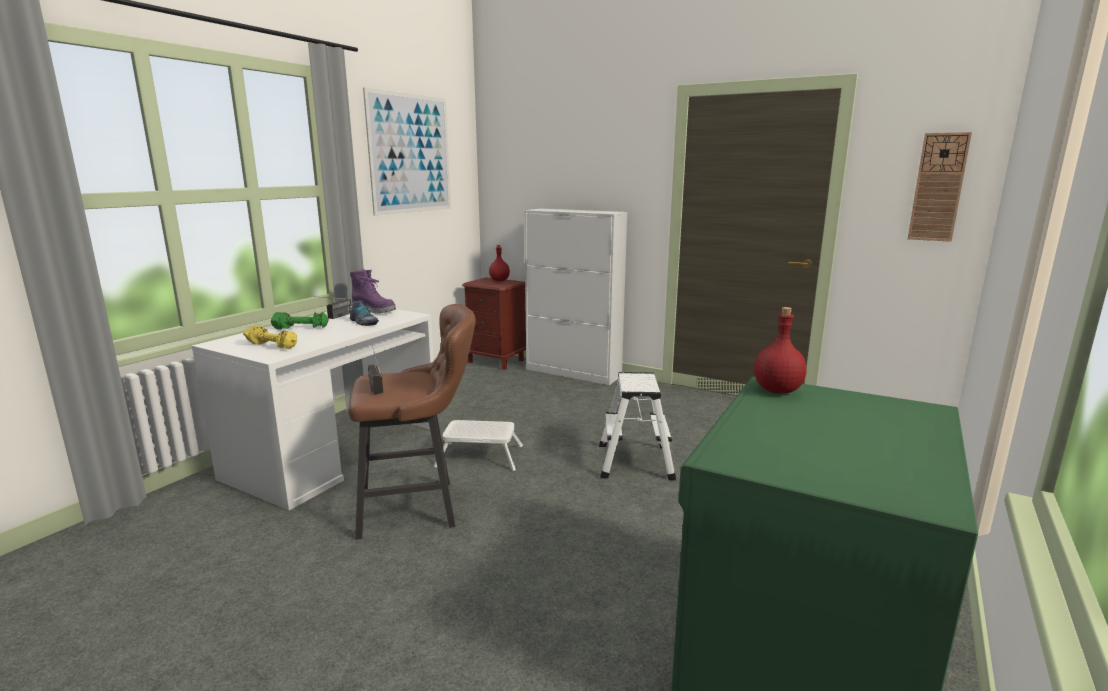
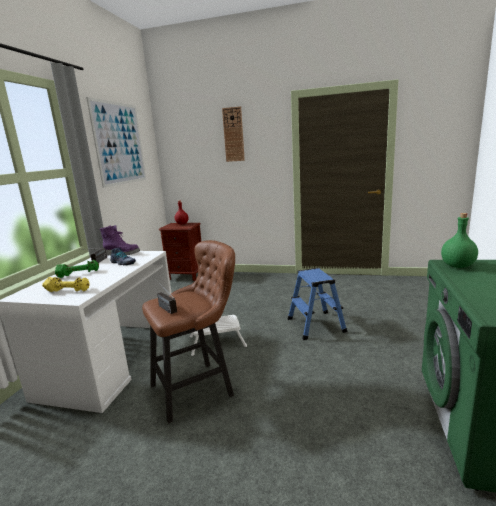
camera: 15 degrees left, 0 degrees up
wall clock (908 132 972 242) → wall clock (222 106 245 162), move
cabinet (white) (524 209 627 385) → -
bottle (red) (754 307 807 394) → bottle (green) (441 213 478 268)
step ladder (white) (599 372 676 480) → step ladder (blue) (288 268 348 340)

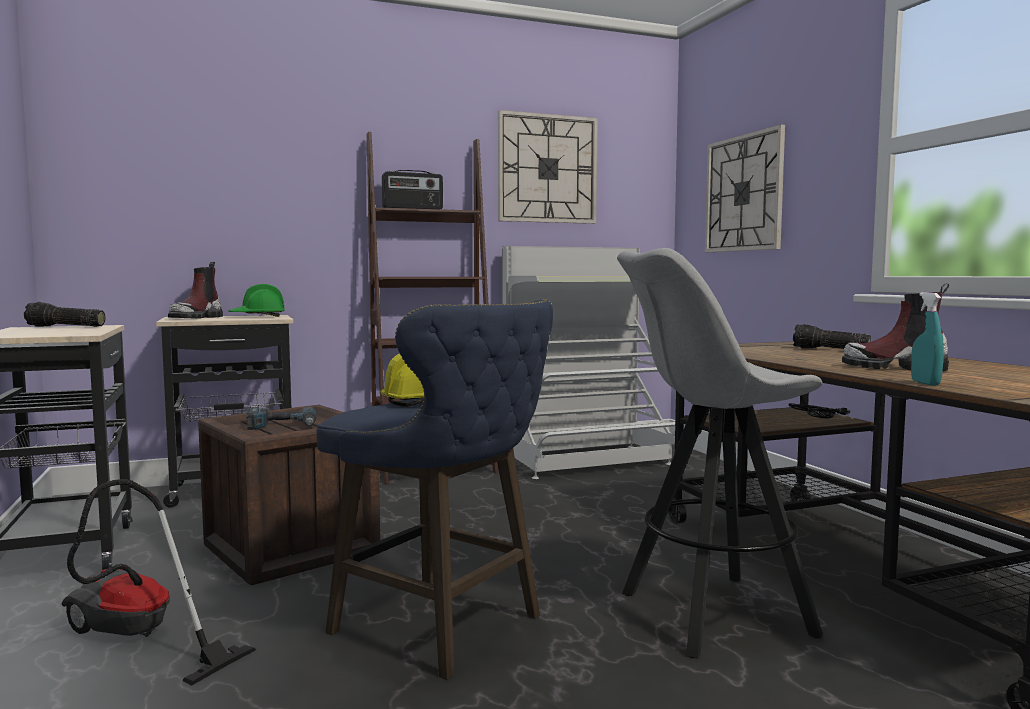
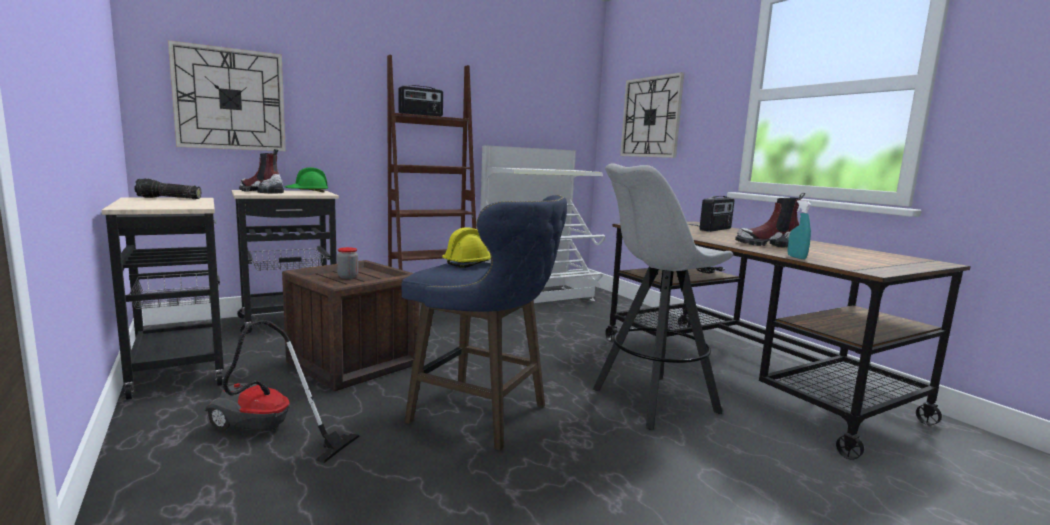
camera: 10 degrees left, 5 degrees up
wall clock (498 110 598 224) → wall clock (168 40 286 151), move
boot (168 262 223 319) → boot (239 149 284 194), 105 degrees clockwise
flashlight (793 324 871 349) → radio (700 196 734 232)
power drill (246 406 317 430) → jar (337 247 358 279)

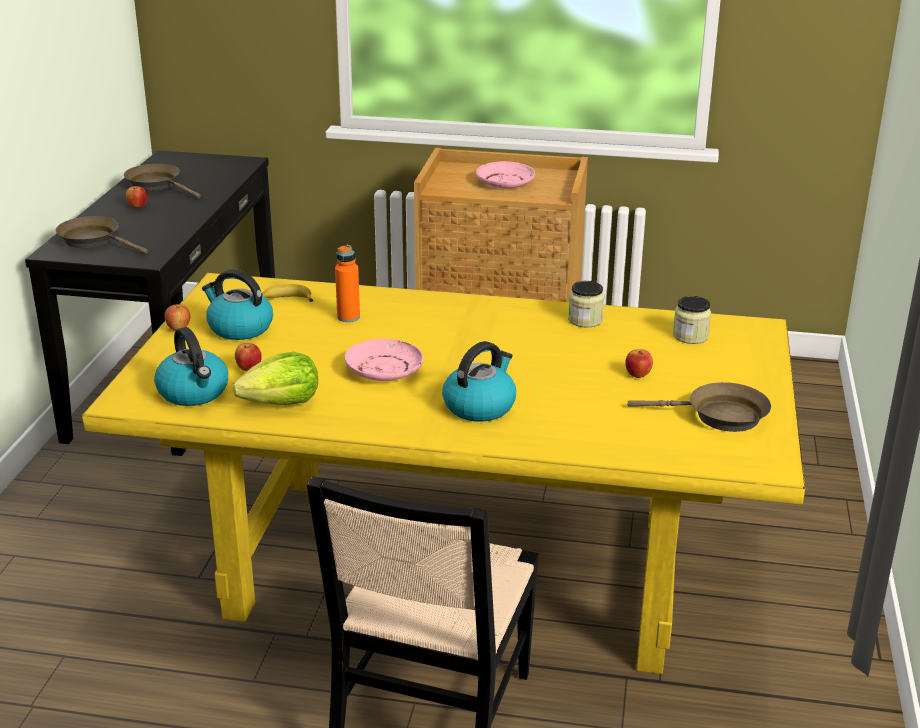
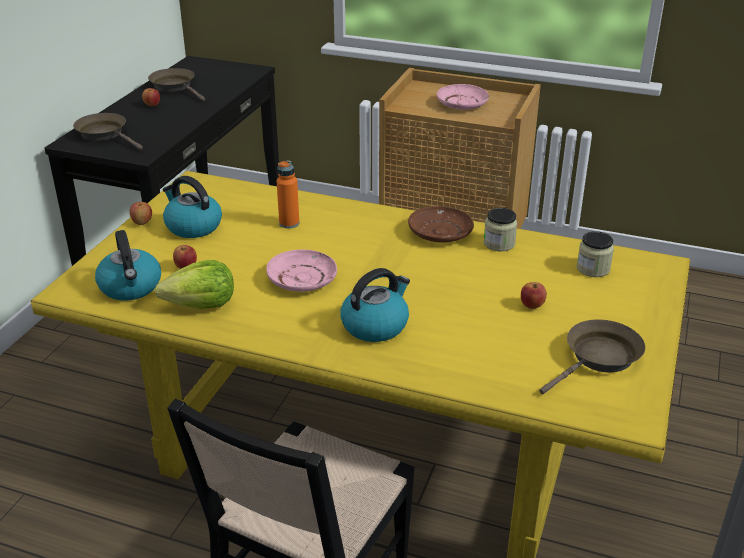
camera: 10 degrees right, 5 degrees up
banana (262 284 313 302) → -
frying pan (brown) (628 382 771 432) → frying pan (brown) (539 319 645 394), 60 degrees counterclockwise
- → plate (brown) (408 206 474 243)

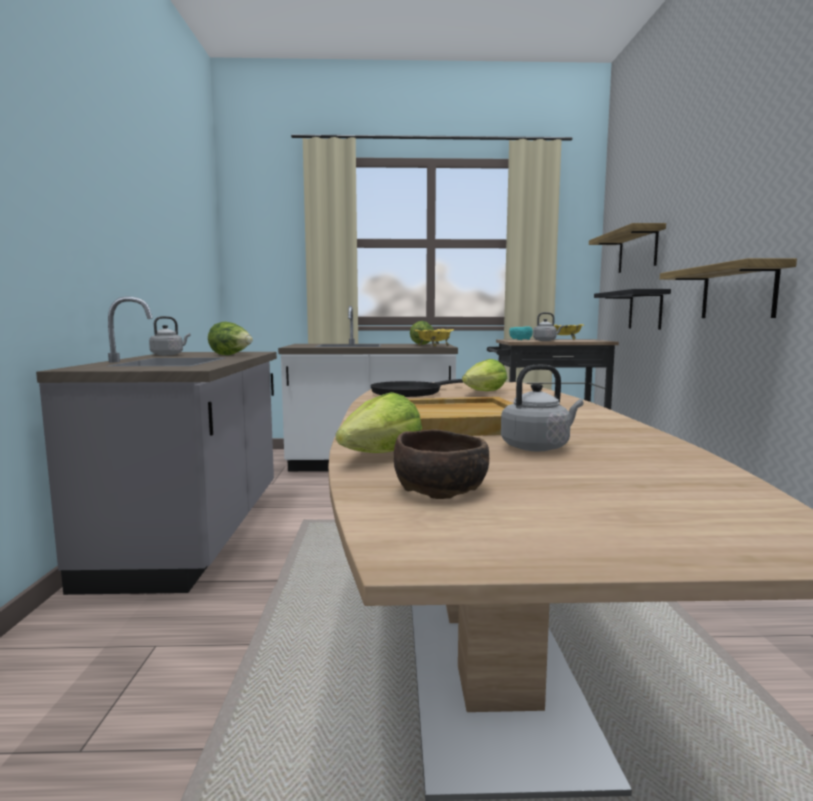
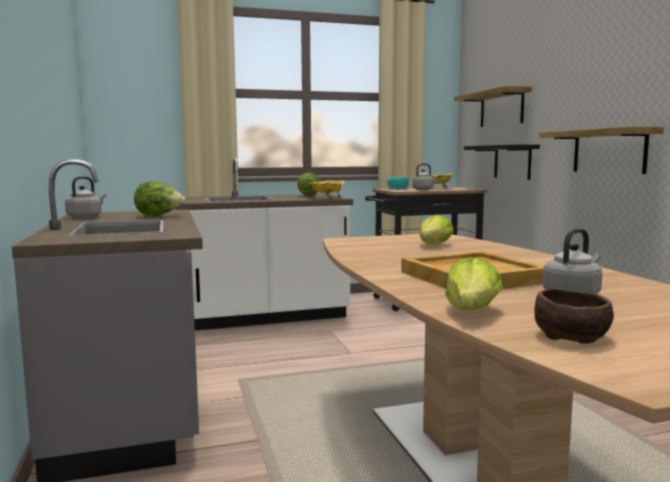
camera: 15 degrees left, 0 degrees up
frying pan (black) (370 379 463 397) → -

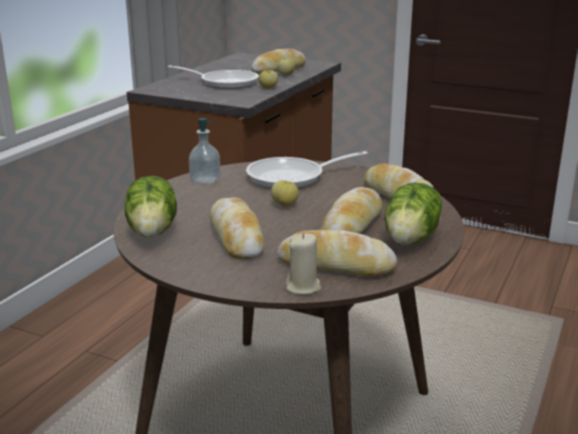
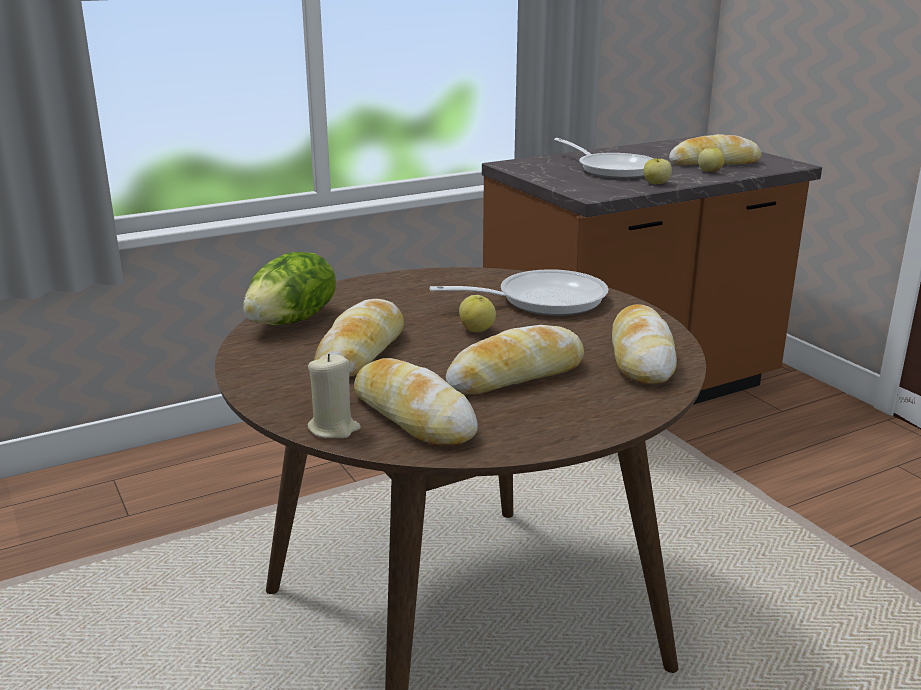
camera: 35 degrees right, 0 degrees up
soap dispenser (189 118 221 184) → -
frying pan (246 151 368 189) → frying pan (429 269 608 316), 150 degrees clockwise
lettuce (385 183 442 245) → -

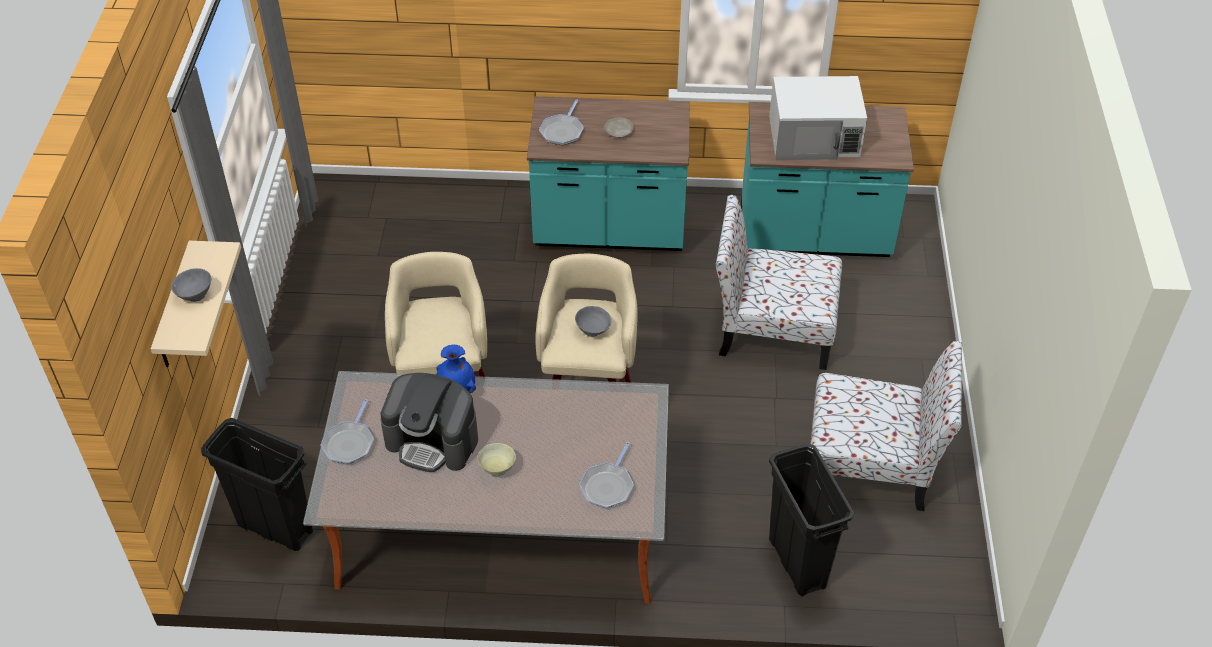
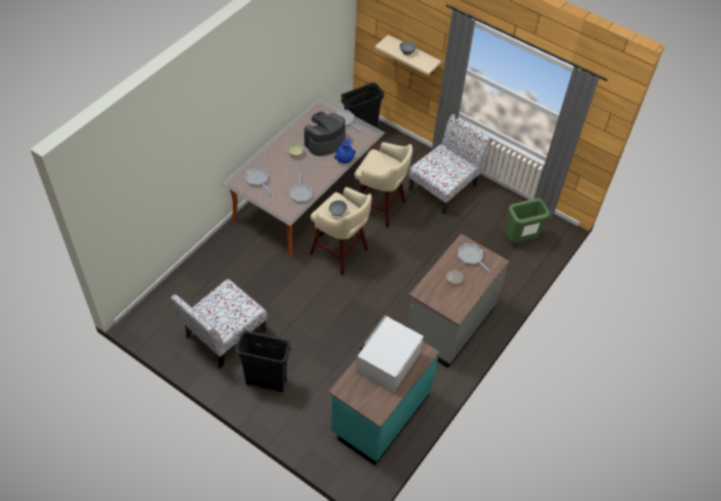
camera: 120 degrees right, 5 degrees up
counter (turquoise) (527 96 690 251) → counter (grey) (408 234 509 368)
chair (716 195 842 370) → chair (409 114 491 215), move
trash can (black) (769 444 854 596) → trash can (black) (235 330 291 392), move
- → frying pan (289 173 313 202)
- → trash can (green) (506 198 550 243)

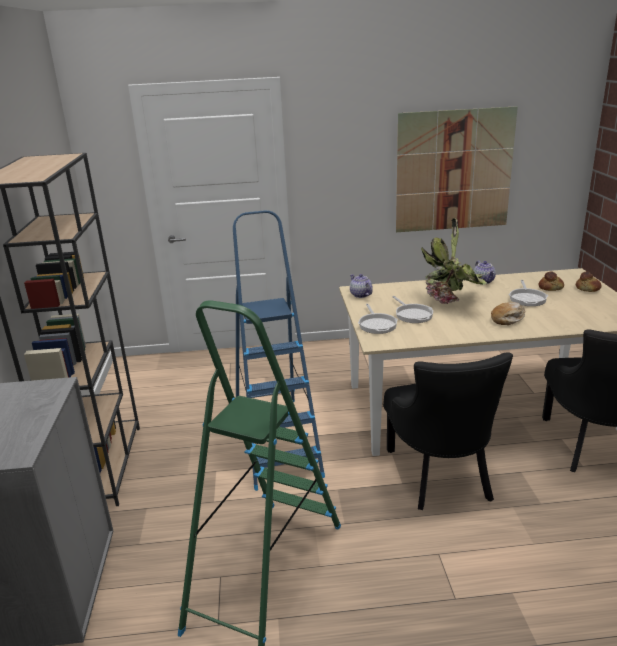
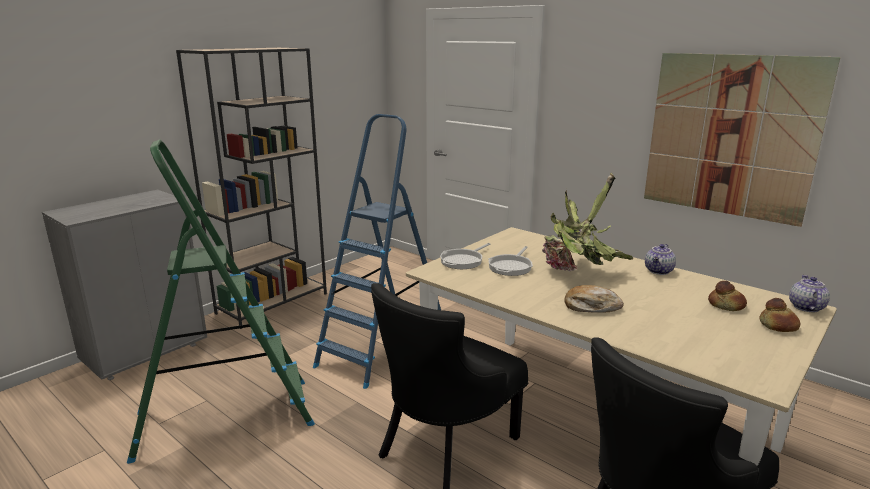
camera: 45 degrees right, 5 degrees down
teapot (350 274 373 298) → teapot (789 275 830 312), move
frying pan (509 280 548 306) → -

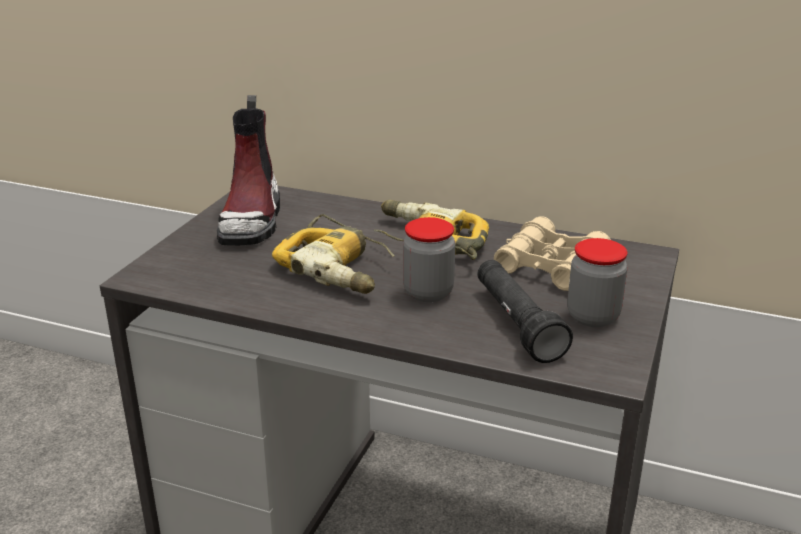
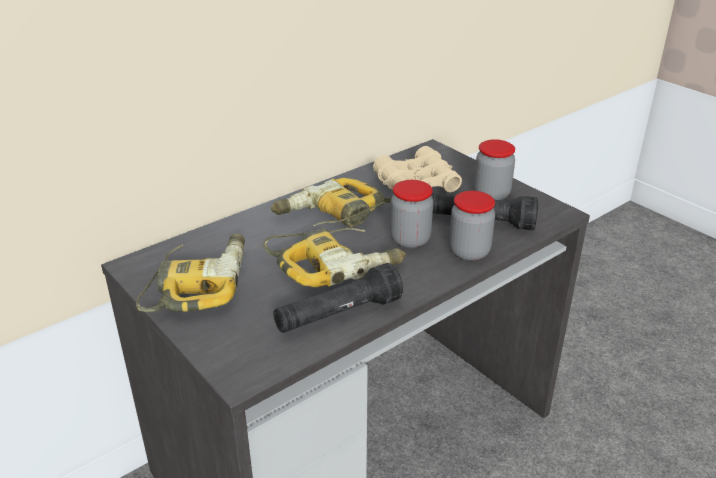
camera: 60 degrees left, 5 degrees up
boot (217 95 280 246) → power drill (136 233 245 312)
- → jar (449 191 495 261)
- → flashlight (black) (273 263 403 333)

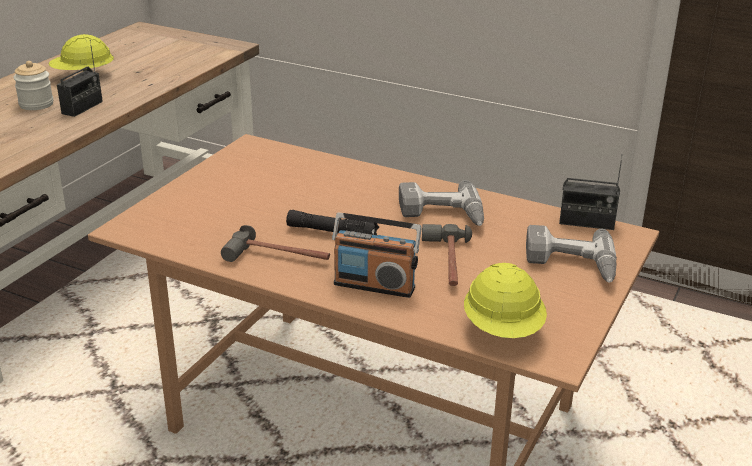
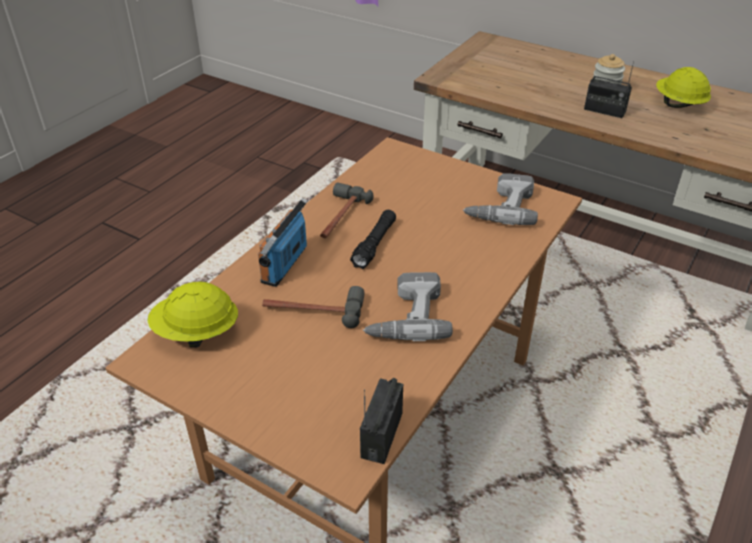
camera: 95 degrees right, 10 degrees up
power drill (526 225 617 283) → power drill (463 173 538 225), move

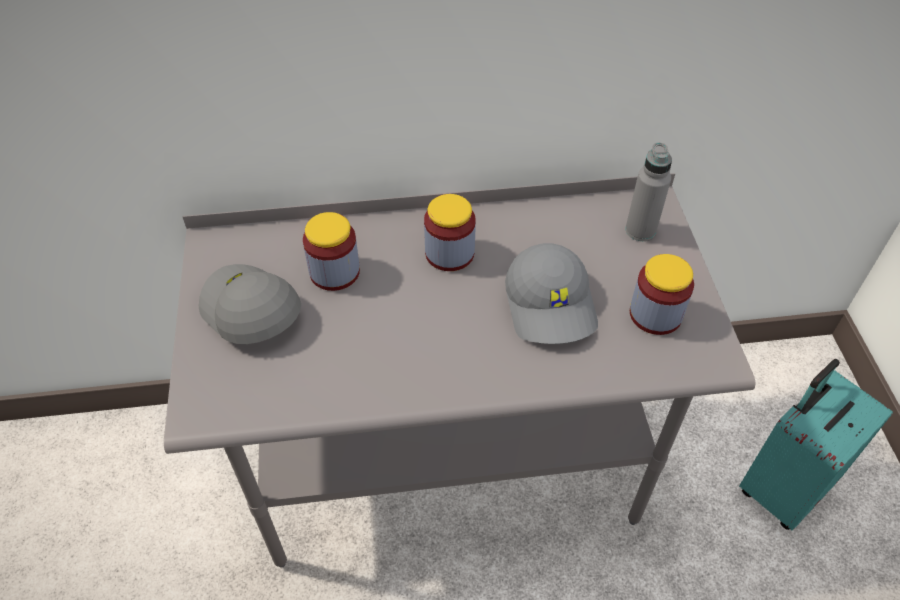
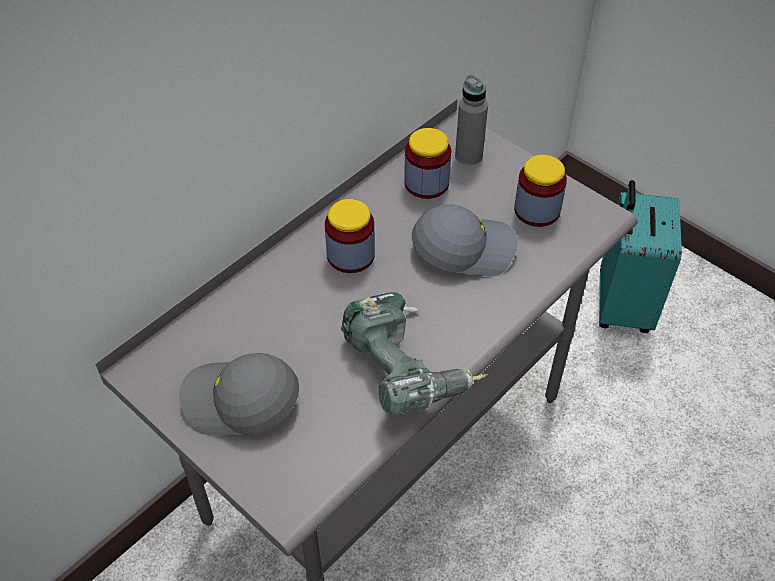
camera: 40 degrees left, 0 degrees up
jar (303 212 360 291) → jar (404 128 451 199), move
cap (grey) (505 243 598 344) → cap (grey) (412 204 518 277), 45 degrees counterclockwise
- → power drill (341 292 488 415)

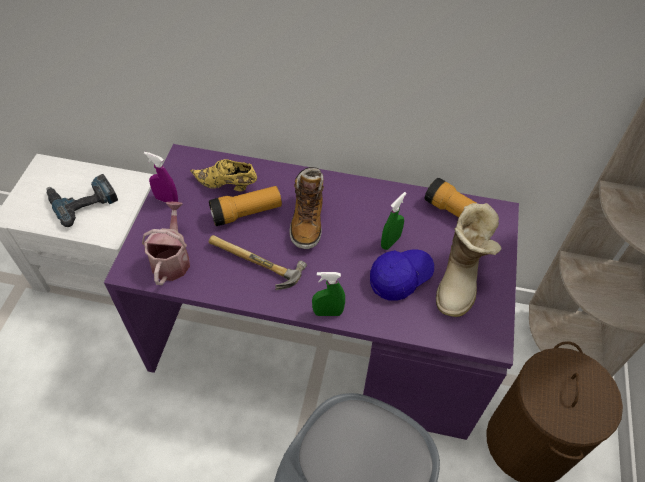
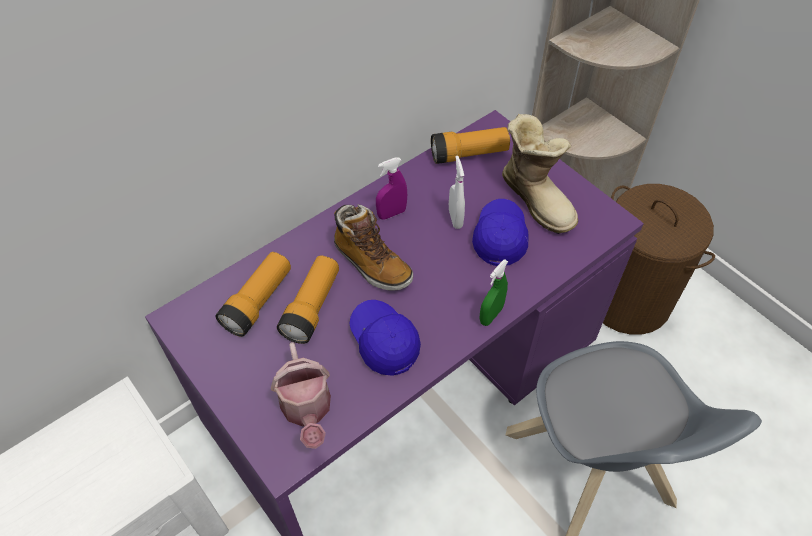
camera: 50 degrees left, 0 degrees up
spray bottle (purple) (144 152 178 203) → spray bottle (purple) (376 157 407 220), move
shoe (yellow) (190 159 257 191) → flashlight (216 252 291 337)
power drill (47 174 118 227) → -
spray bottle (green) (381 192 407 250) → spray bottle (white) (449 156 465 229)
watering can (142 202 190 285) → watering can (271 342 331 449), 150 degrees counterclockwise
hammer (209 235 307 290) → cap (blue) (349 300 421 376)

